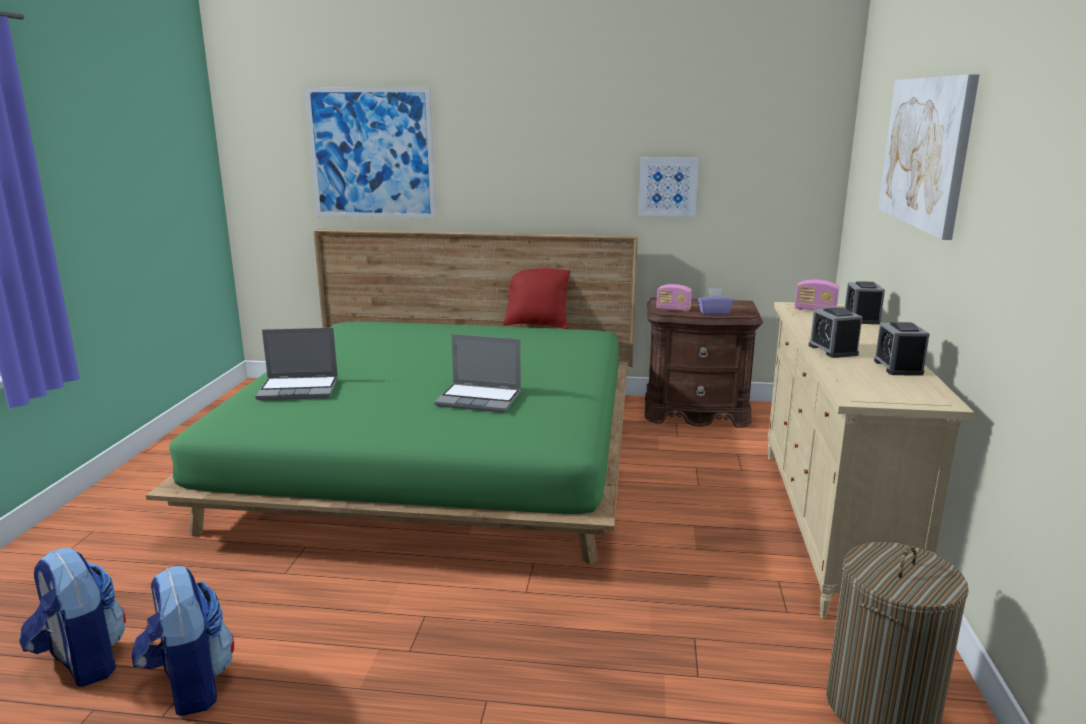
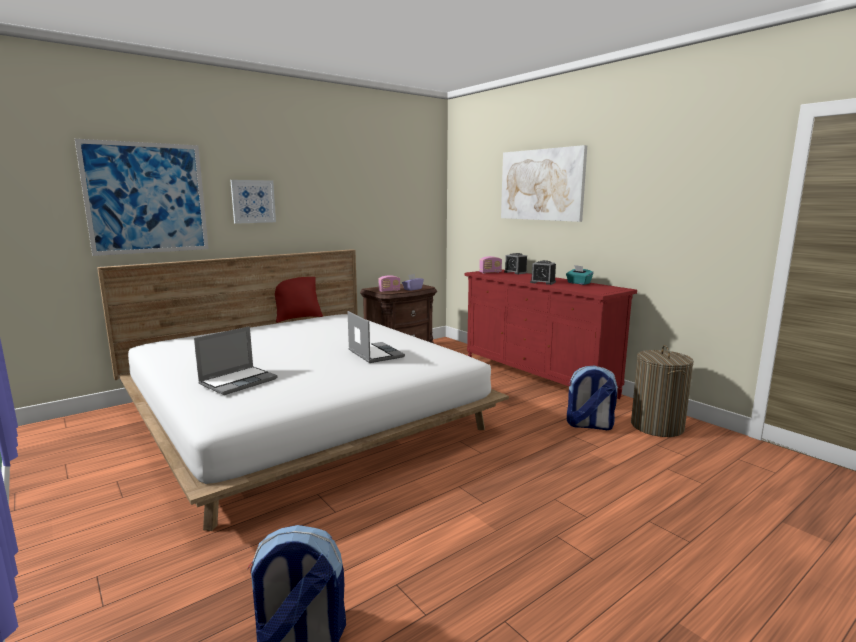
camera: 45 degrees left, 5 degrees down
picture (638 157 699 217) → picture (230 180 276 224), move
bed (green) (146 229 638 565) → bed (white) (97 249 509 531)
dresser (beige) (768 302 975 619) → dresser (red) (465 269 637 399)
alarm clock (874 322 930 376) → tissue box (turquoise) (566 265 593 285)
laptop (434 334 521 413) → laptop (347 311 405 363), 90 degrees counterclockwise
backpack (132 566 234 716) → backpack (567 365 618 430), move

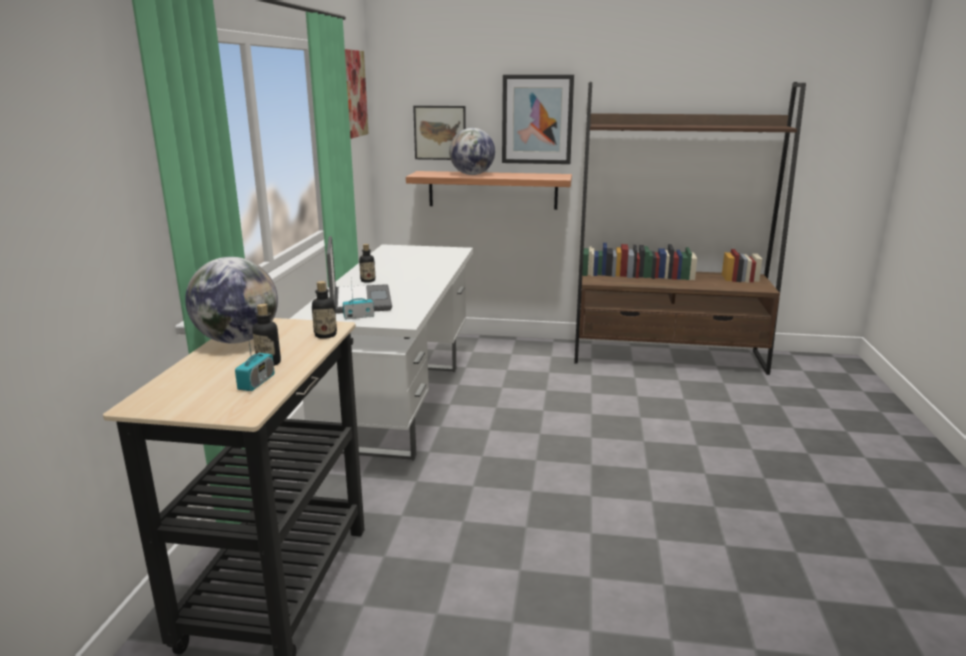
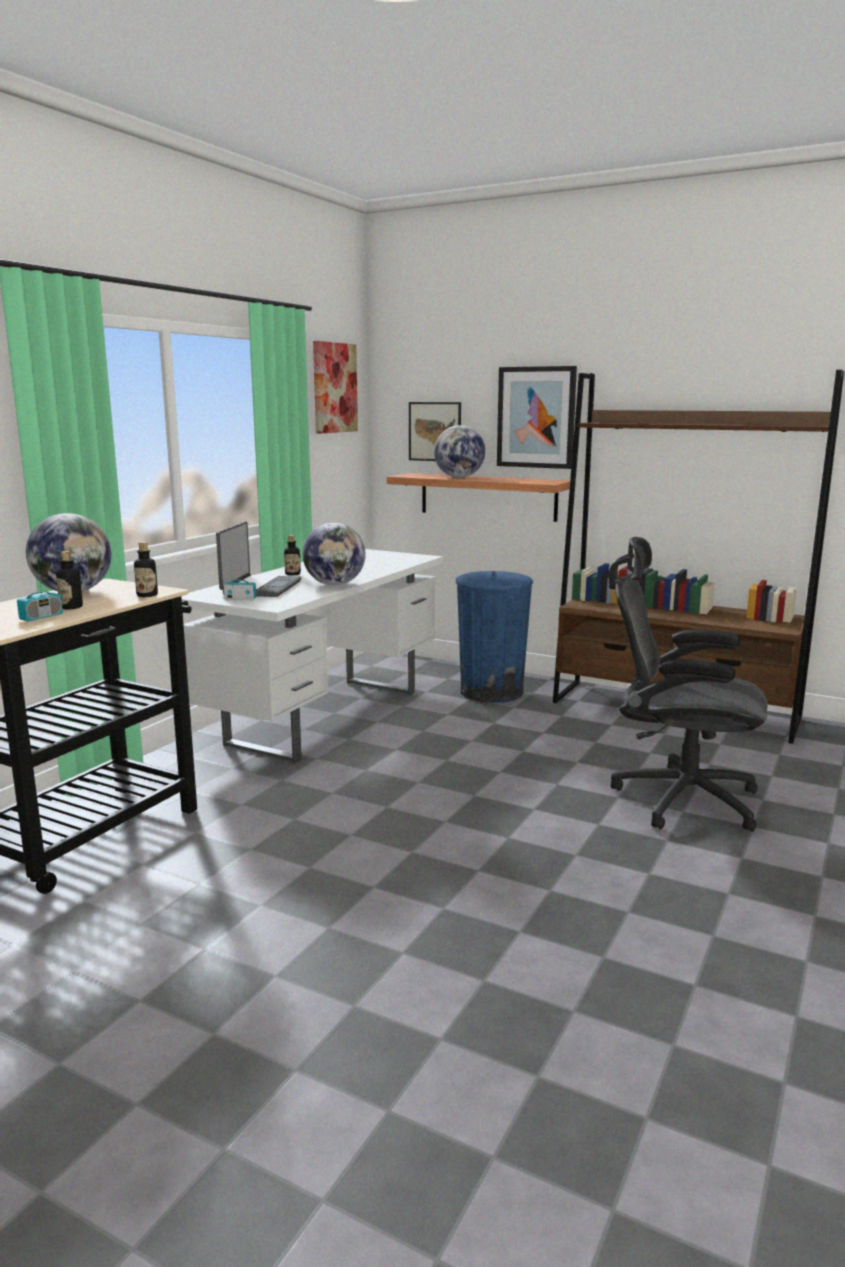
camera: 20 degrees right, 5 degrees down
- → globe (302 522 366 585)
- → office chair (609 537 768 832)
- → trash can (blue) (456 571 533 703)

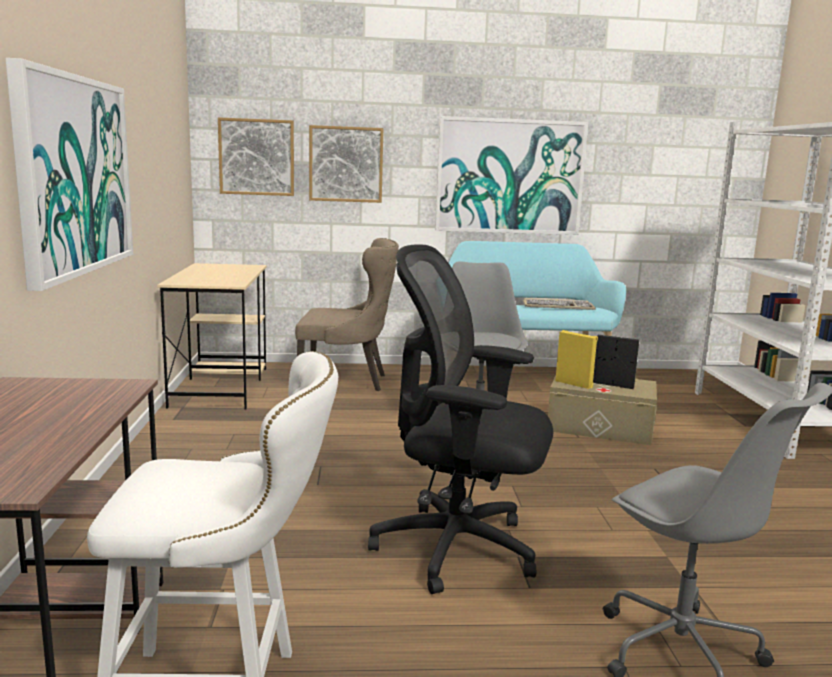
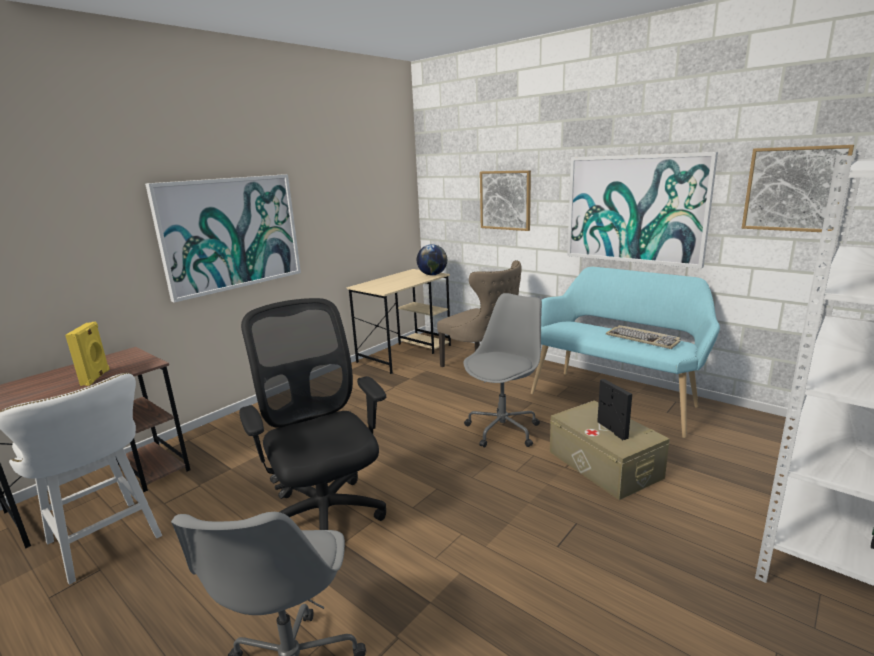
camera: 45 degrees right, 5 degrees up
picture (218 117 294 196) → picture (742 145 854 232), move
speaker (yellow) (555 330 598 389) → speaker (yellow) (65 322 110 386), move
- → globe (417 244 447 275)

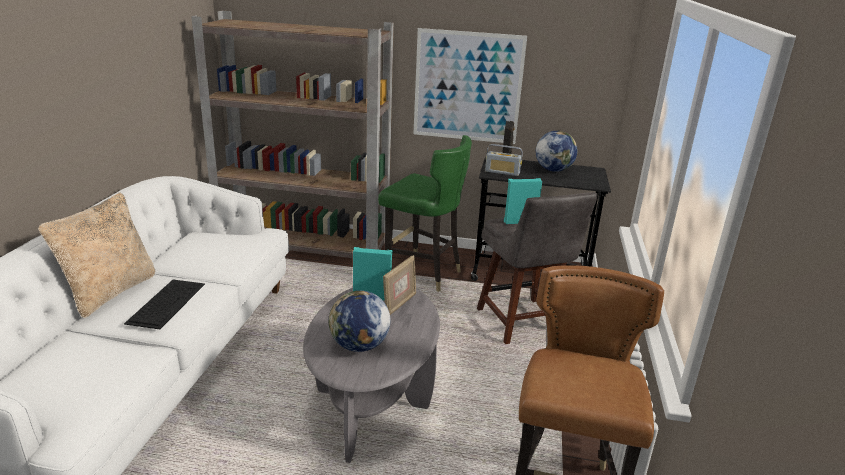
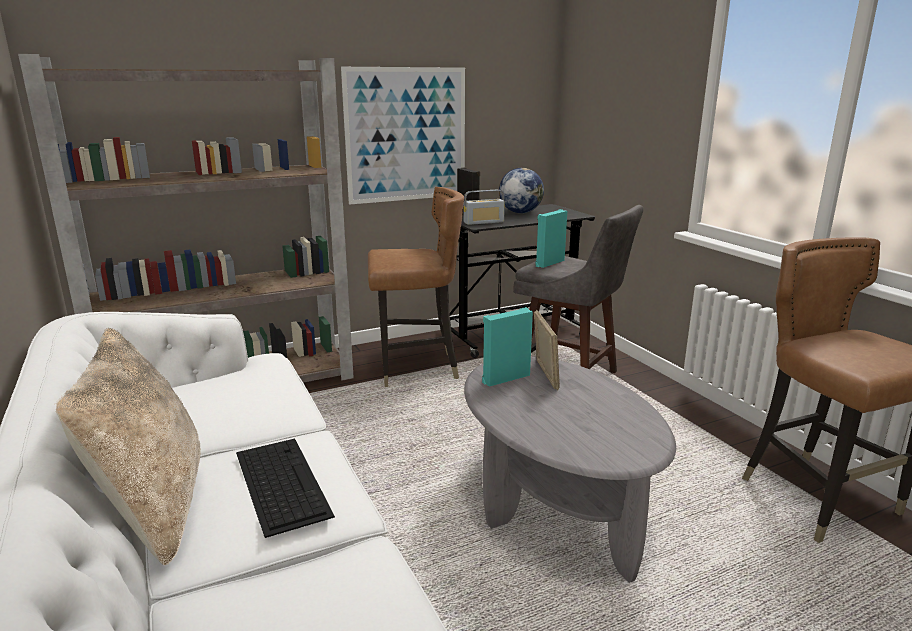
camera: 35 degrees left, 5 degrees down
chair (green) (378 135 472 292) → chair (brown) (368 187 464 387)
globe (329 290 390 352) → -

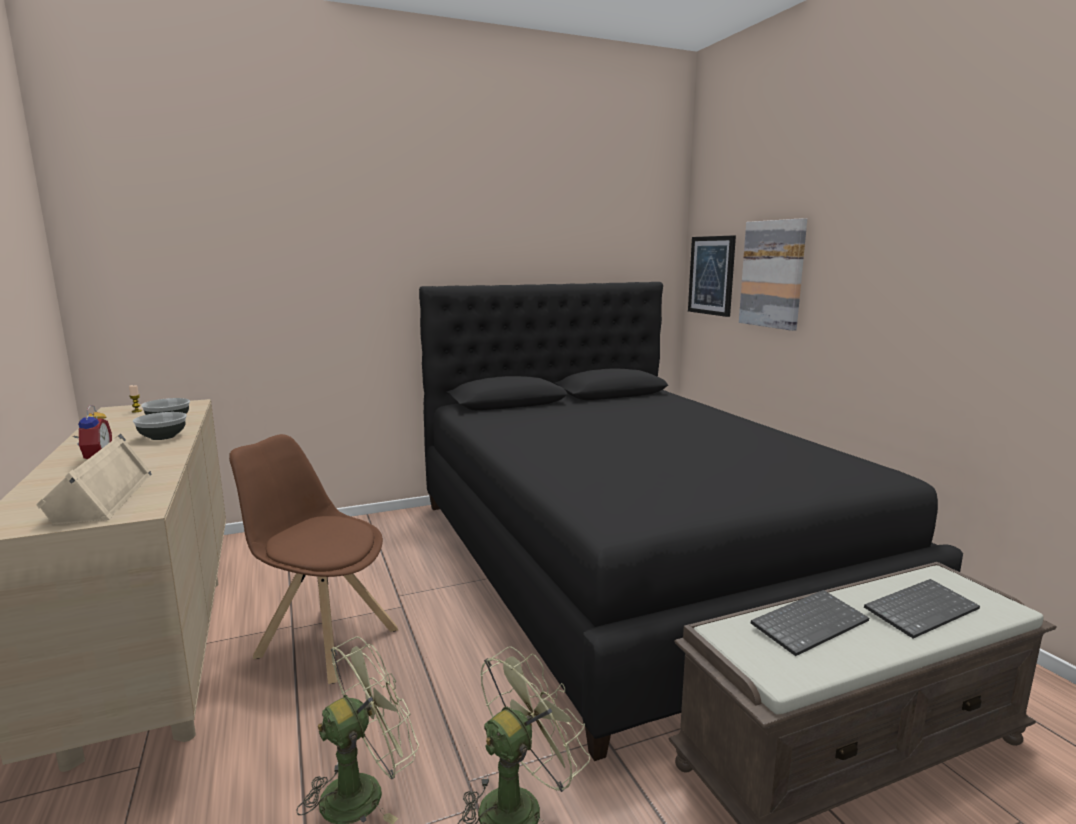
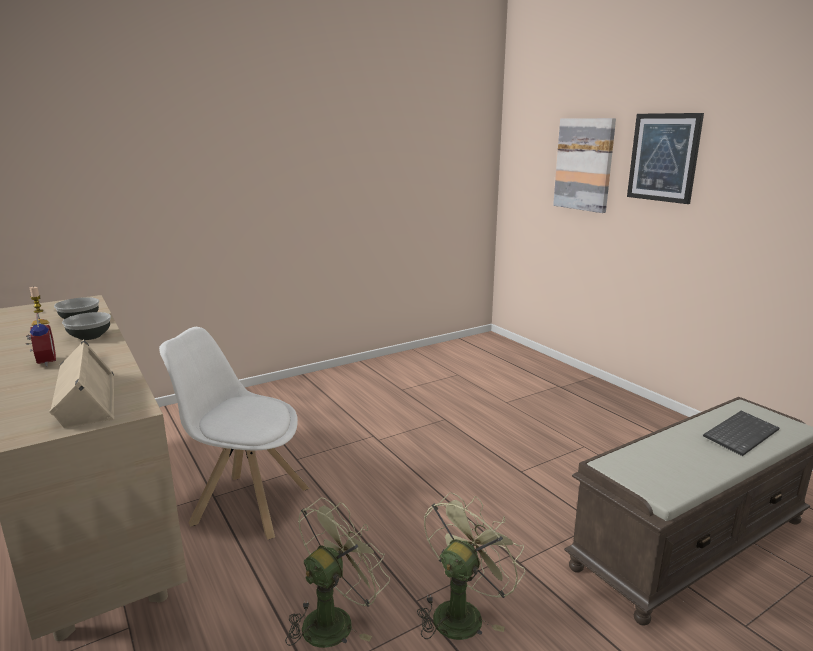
camera: 10 degrees left, 5 degrees up
picture (688 235 736 317) → picture (627 113 704 204), move
bed (black) (419 282 963 761) → -
chair (brown) (229 434 398 684) → chair (white) (159 327 310 540)
keyboard (751 590 869 656) → -

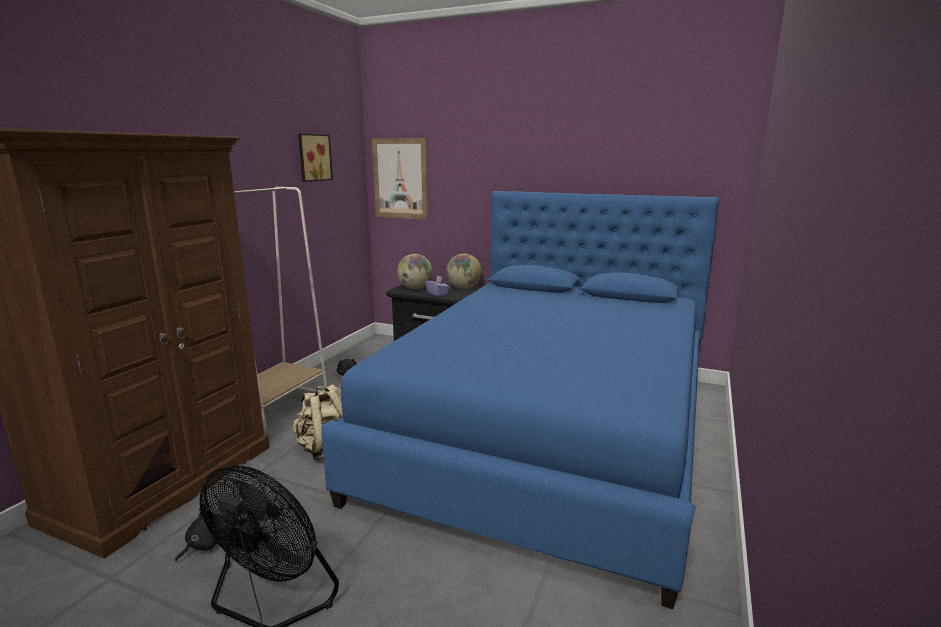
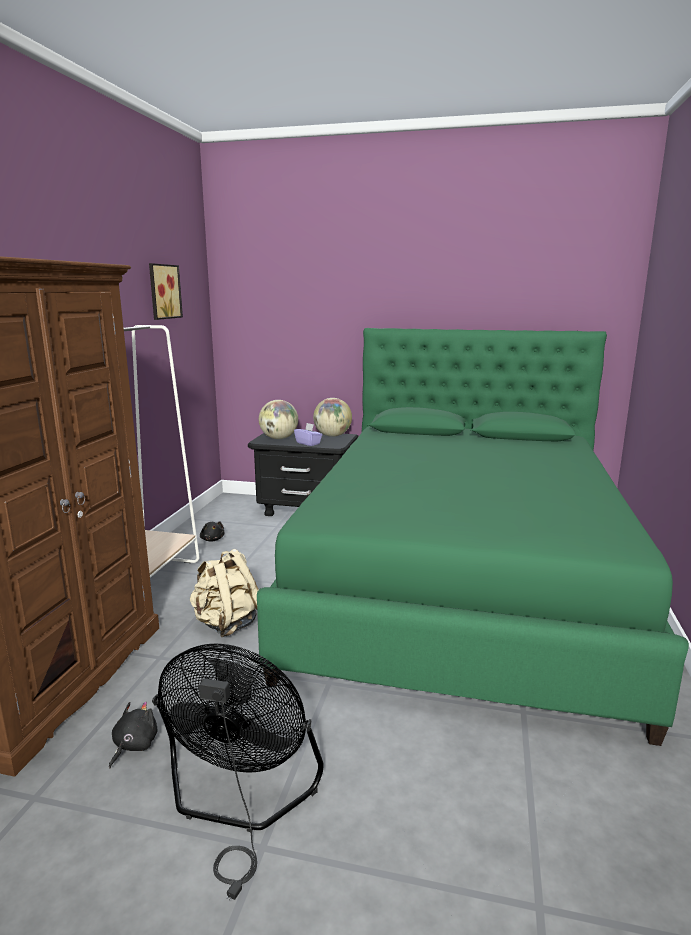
camera: 10 degrees left, 0 degrees up
picture (372 138 428 220) → -
bed (blue) (321 191 719 609) → bed (green) (257 328 689 746)

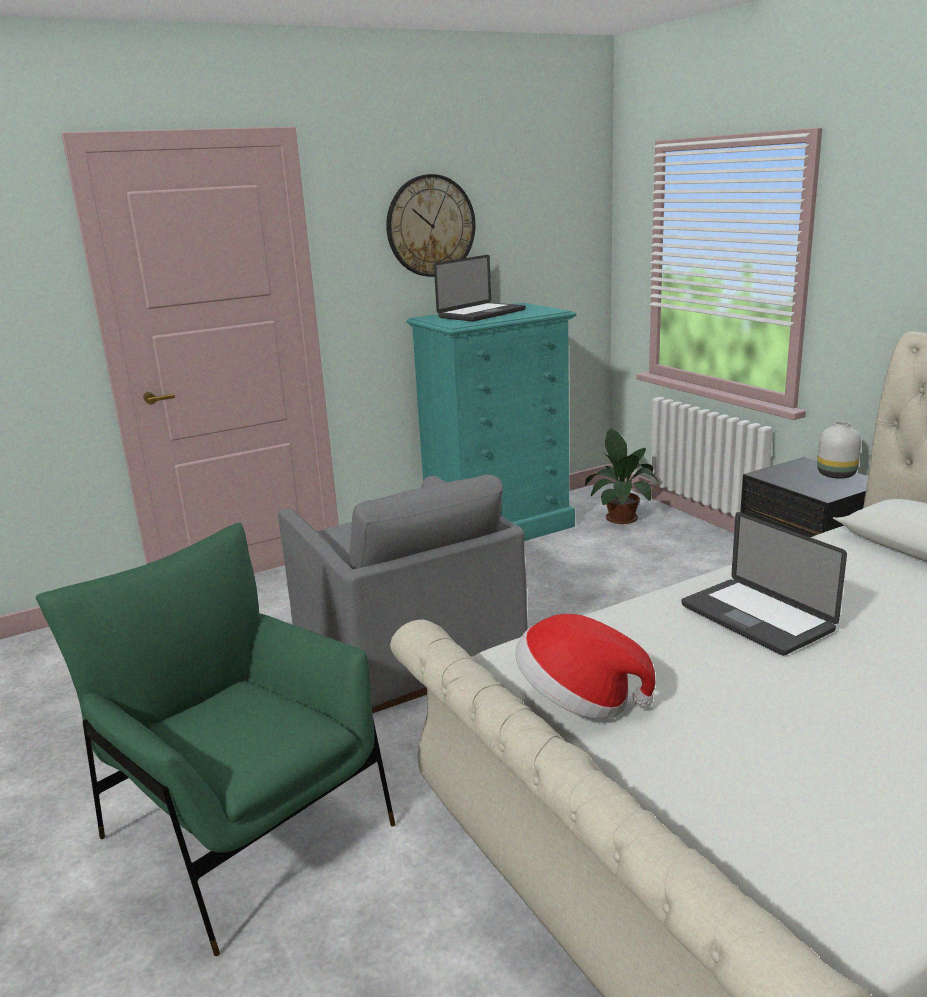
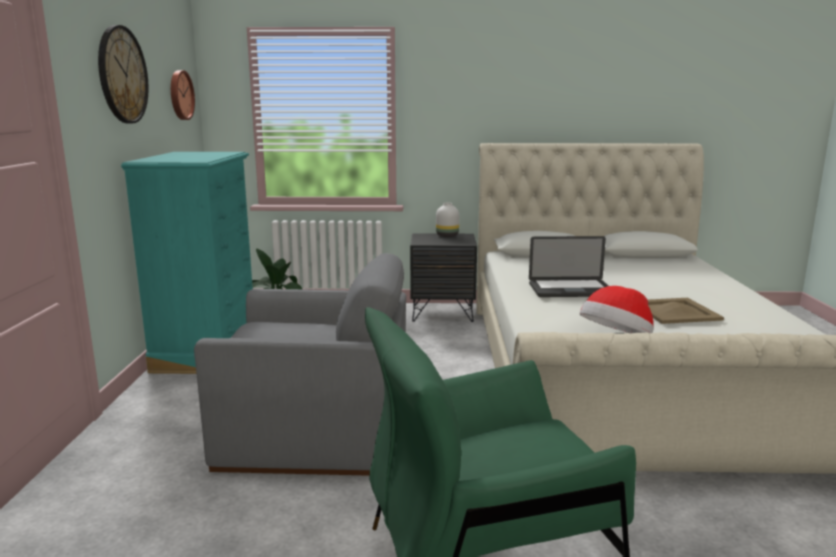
camera: 60 degrees left, 5 degrees down
laptop (434 255 526 321) → -
- → wall clock (171 70 195 120)
- → tray (beige) (648 298 724 324)

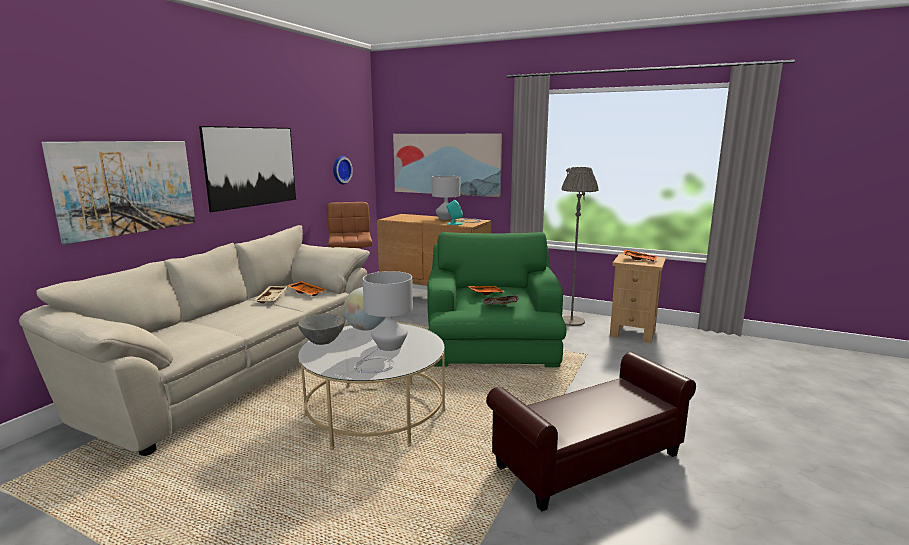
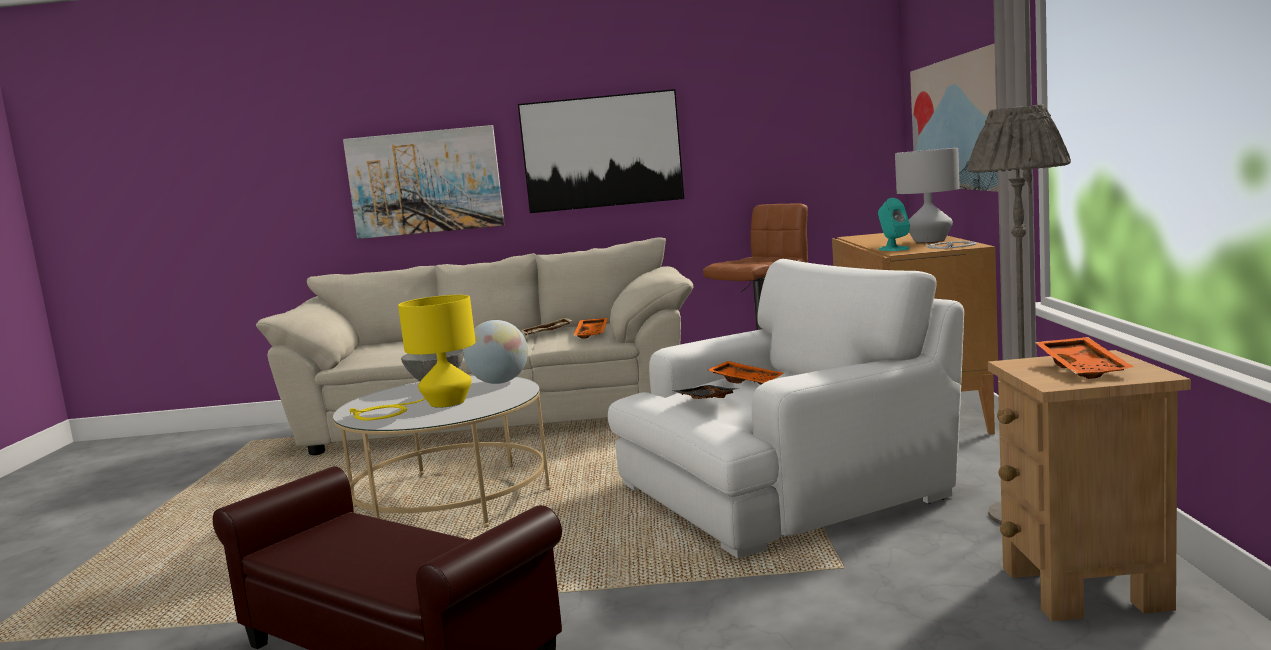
camera: 65 degrees right, 5 degrees down
wall clock (333 156 353 184) → -
armchair (green) (427 232 567 367) → armchair (white) (608 259 964 559)
table lamp (grey) (354 271 413 373) → table lamp (yellow) (349 295 475 421)

